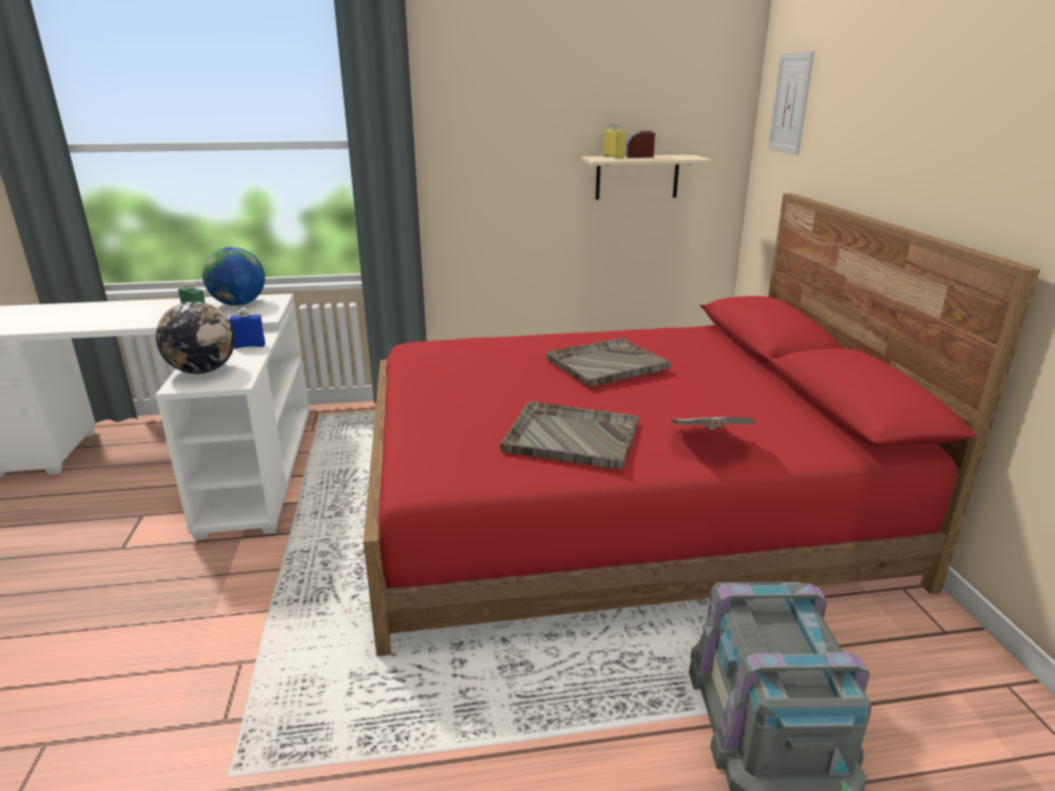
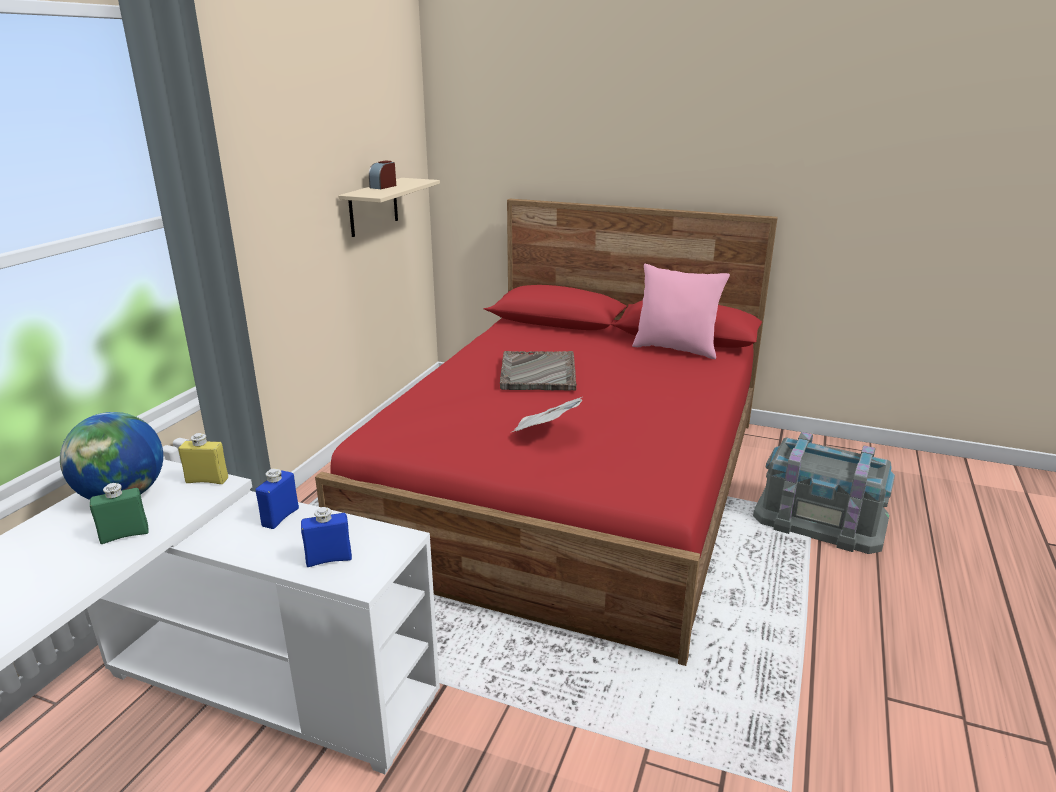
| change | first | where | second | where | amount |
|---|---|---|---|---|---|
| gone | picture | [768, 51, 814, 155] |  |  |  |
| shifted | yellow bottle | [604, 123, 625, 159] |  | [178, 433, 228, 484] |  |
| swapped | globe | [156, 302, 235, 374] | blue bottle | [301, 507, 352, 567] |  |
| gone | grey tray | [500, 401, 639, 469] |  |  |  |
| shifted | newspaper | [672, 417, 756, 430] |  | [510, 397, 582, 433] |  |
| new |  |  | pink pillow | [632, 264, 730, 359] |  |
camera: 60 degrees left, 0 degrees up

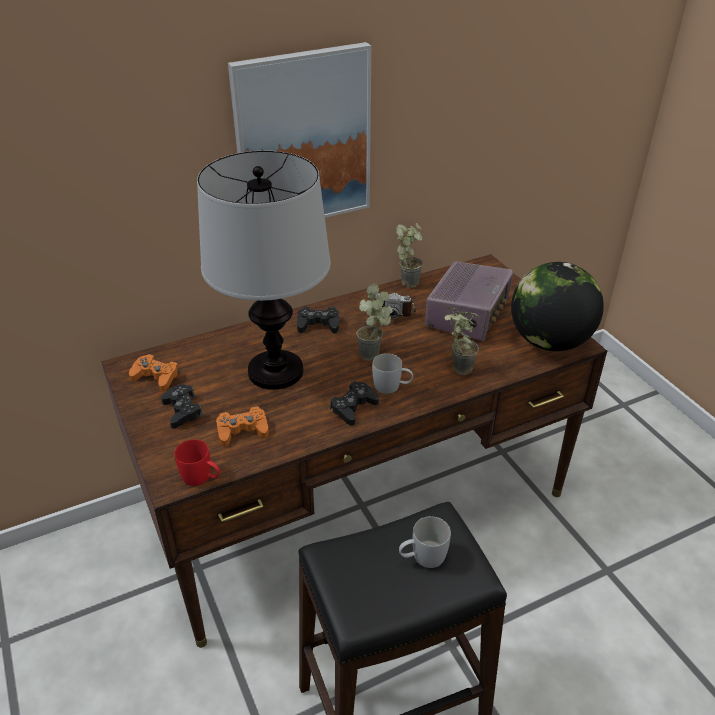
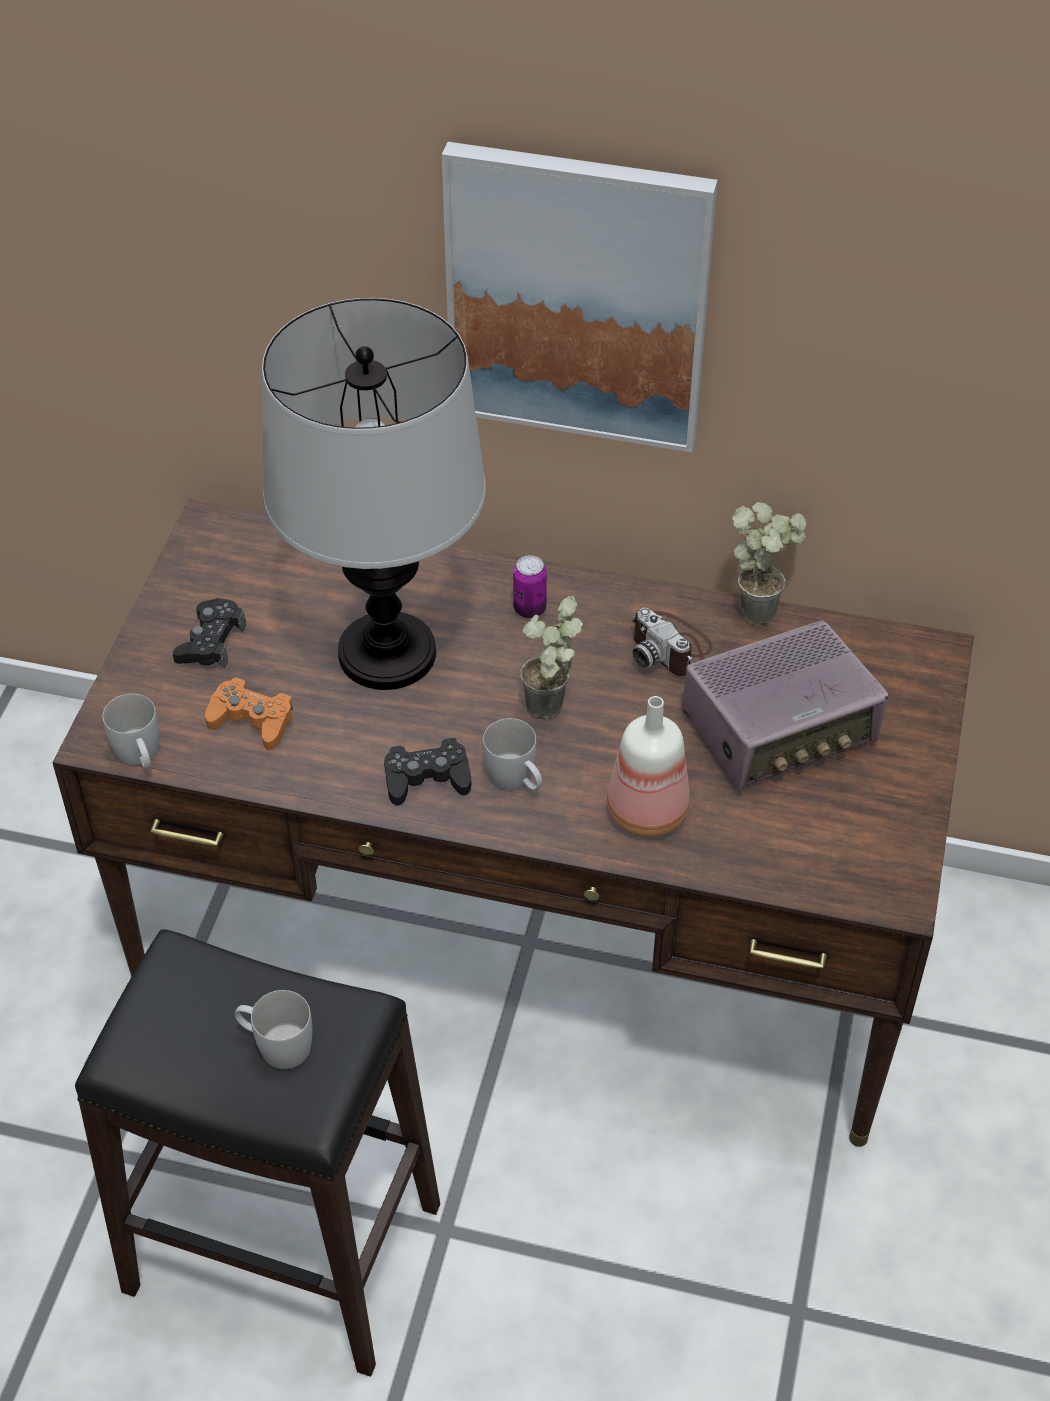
| change | first | where | second | where | amount |
|---|---|---|---|---|---|
| gone | globe | [511, 262, 604, 351] |  |  |  |
| swapped | black game controller | [297, 307, 339, 333] | can | [513, 555, 547, 618] |  |
| swapped | potted plant | [444, 307, 479, 375] | bottle | [607, 696, 690, 837] |  |
| gone | orange game controller | [129, 354, 179, 392] |  |  |  |
| repainted | red mug | [175, 439, 220, 486] | white mug | [102, 694, 159, 768] |  |
camera: 40 degrees right, 10 degrees up

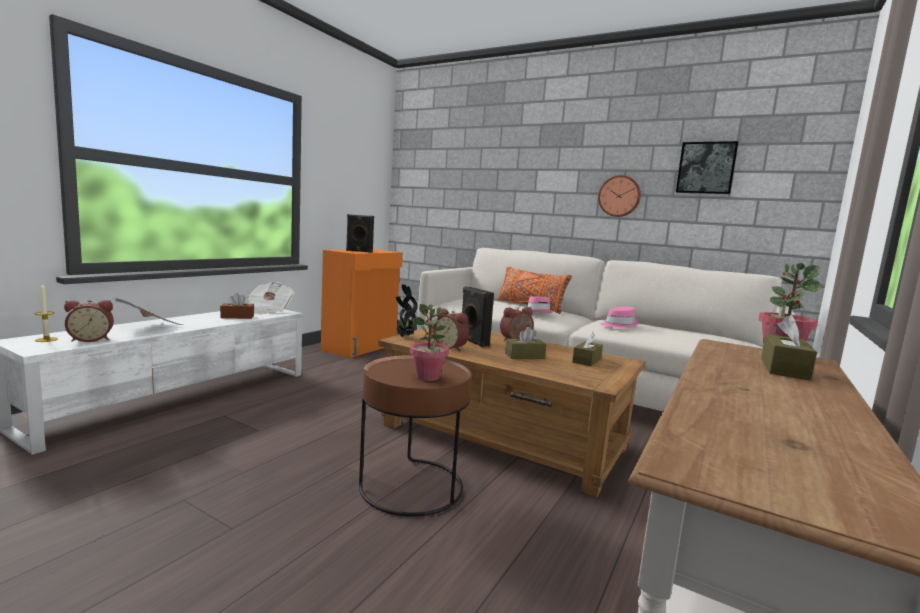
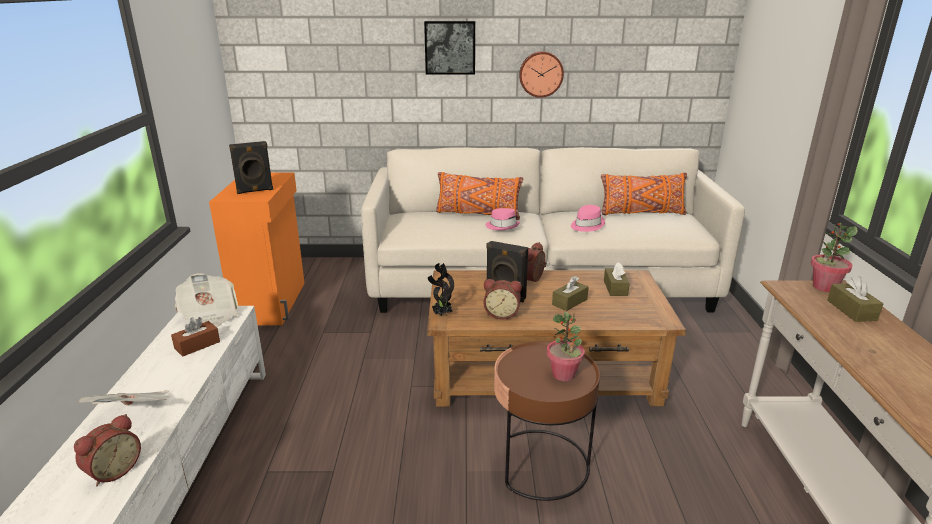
| change | first | where | second | where | amount |
|---|---|---|---|---|---|
| shifted | picture | [676, 141, 739, 194] |  | [424, 21, 475, 74] |  |
| gone | candle | [35, 283, 58, 342] |  |  |  |
| new |  |  | orange pillow | [601, 173, 687, 215] |  |
camera: 30 degrees left, 15 degrees up

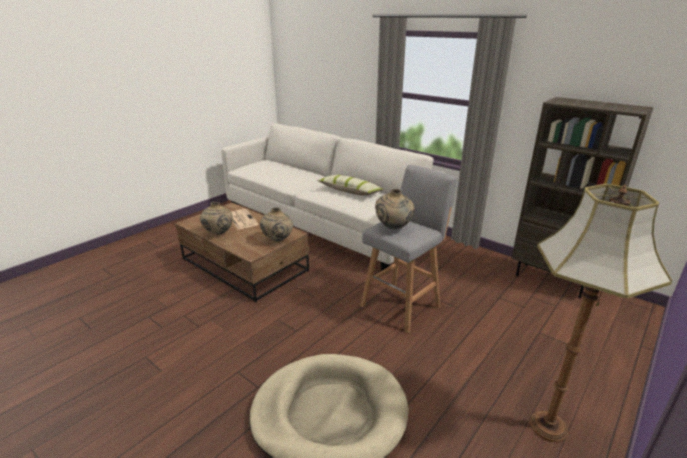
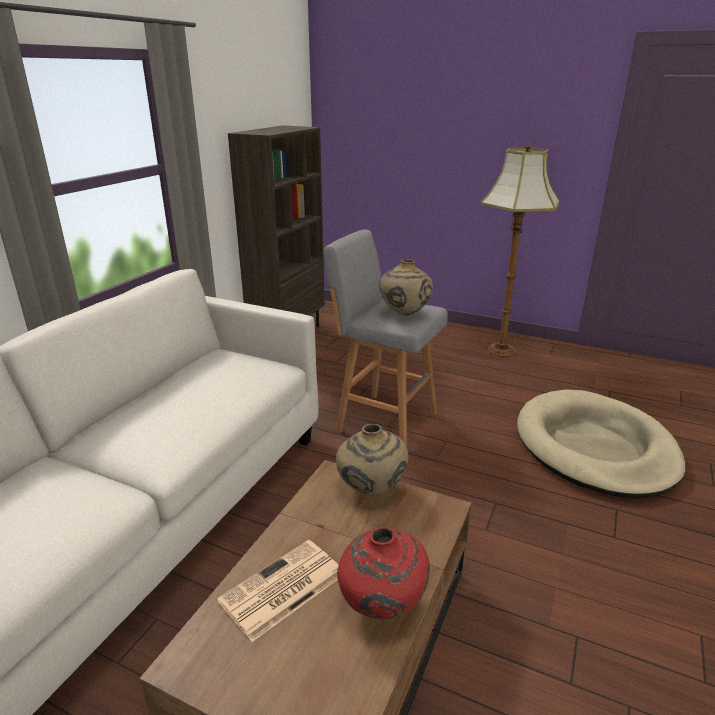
| change | first | where | second | where | amount |
|---|---|---|---|---|---|
| gone | pillow | [317, 175, 383, 196] |  |  |  |
| repainted | beige vase | [200, 202, 233, 235] | red vase | [337, 527, 430, 619] |  |
camera: 105 degrees left, 0 degrees up

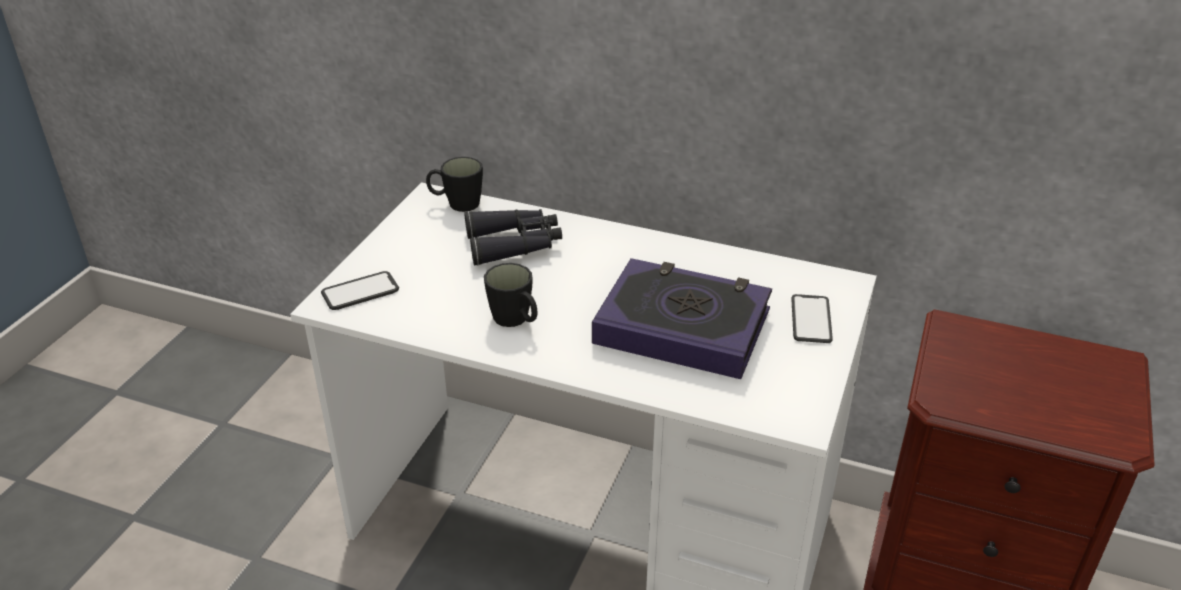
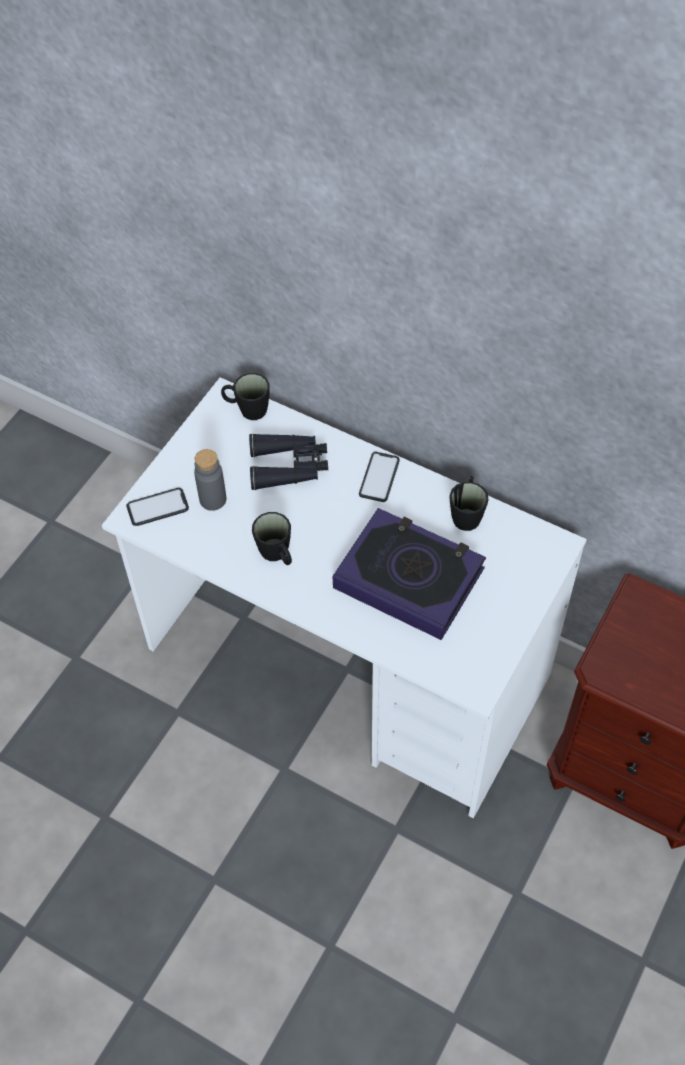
| change | first | where | second | where | amount |
|---|---|---|---|---|---|
| shifted | phone | [792, 294, 833, 343] |  | [359, 452, 400, 502] |  |
| new |  |  | grey bottle | [194, 449, 226, 511] |  |
| new |  |  | black mug | [450, 476, 489, 531] |  |
camera: 10 degrees right, 20 degrees up

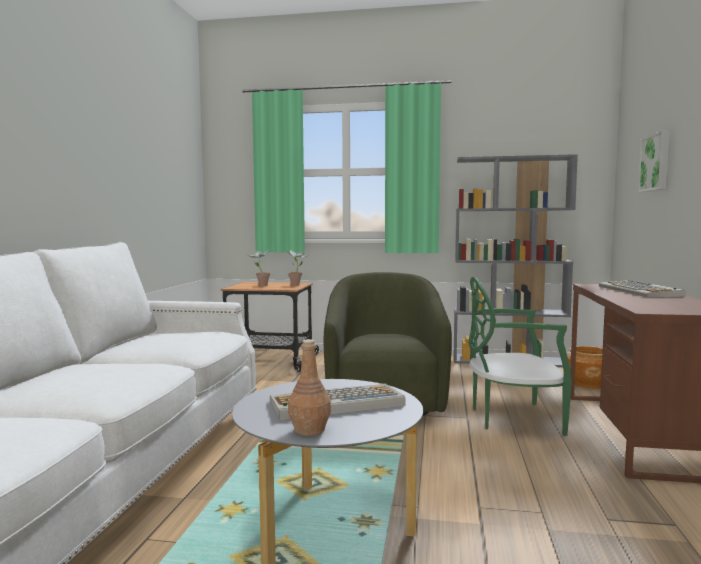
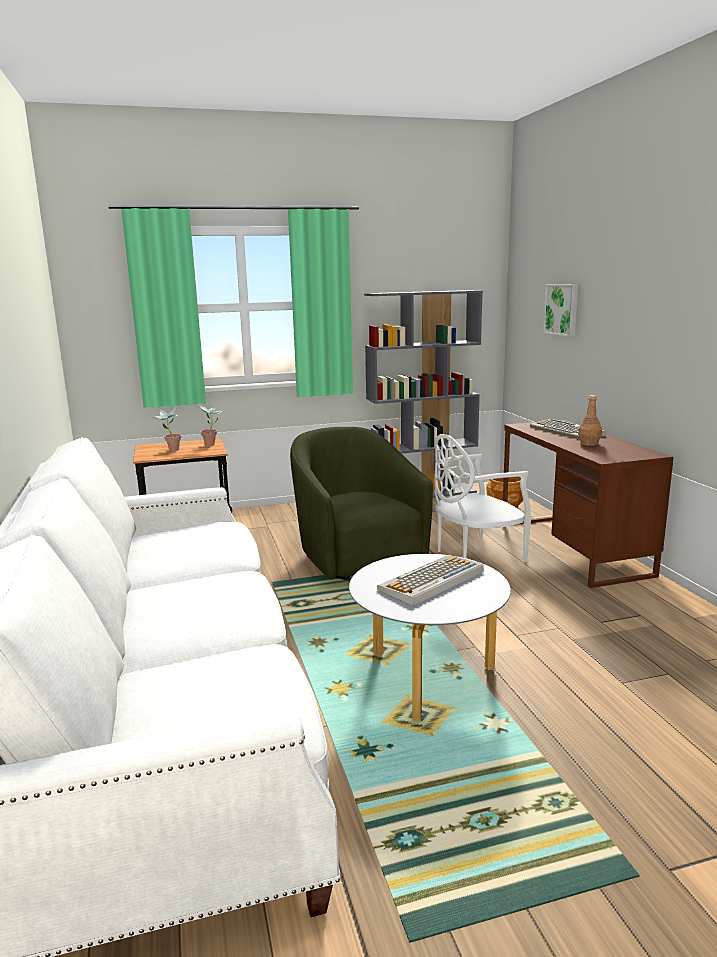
| change | first | where | second | where | amount |
|---|---|---|---|---|---|
| repainted | green chair | [469, 277, 572, 436] | white chair | [434, 434, 531, 562] |  |
| shifted | brown bottle | [288, 339, 331, 436] |  | [578, 395, 602, 446] |  |
camera: 25 degrees left, 10 degrees up

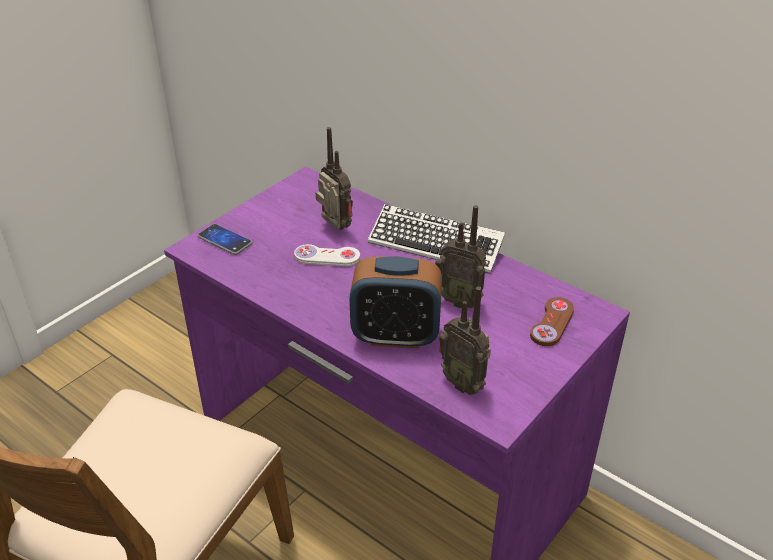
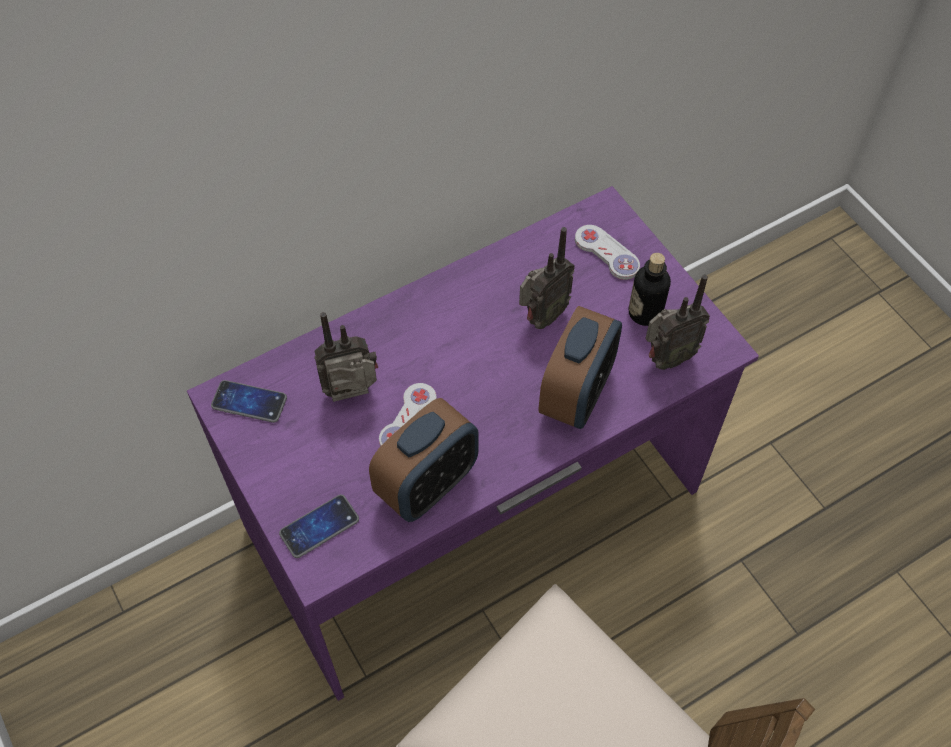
| change | first | where | second | where | amount |
|---|---|---|---|---|---|
| gone | keyboard | [368, 204, 505, 274] |  |  |  |
| repainted | brown game controller | [530, 297, 574, 346] | white game controller | [575, 225, 640, 280] |  |
| new |  |  | bottle | [629, 253, 671, 326] |  |
| new |  |  | phone | [211, 380, 287, 423] |  |
| new |  |  | alarm clock | [369, 398, 479, 522] |  |
camera: 70 degrees left, 20 degrees up

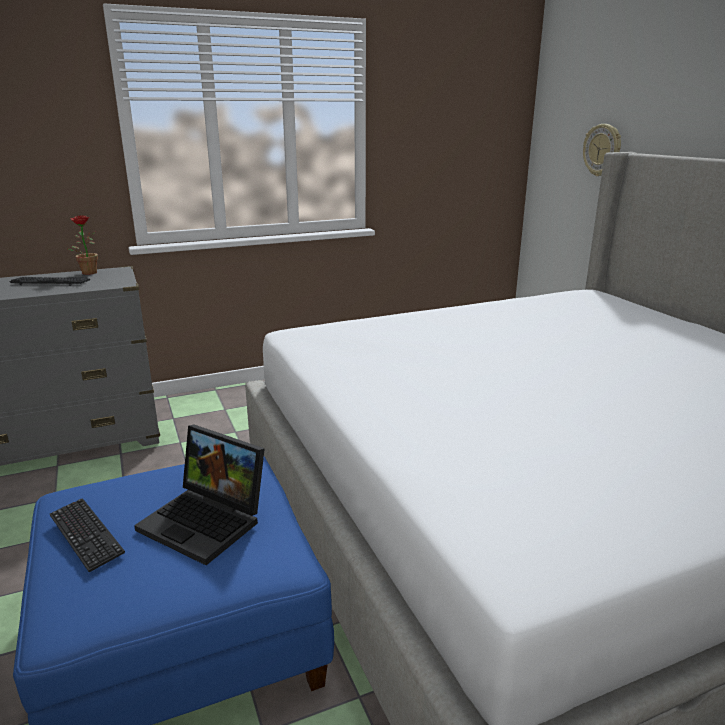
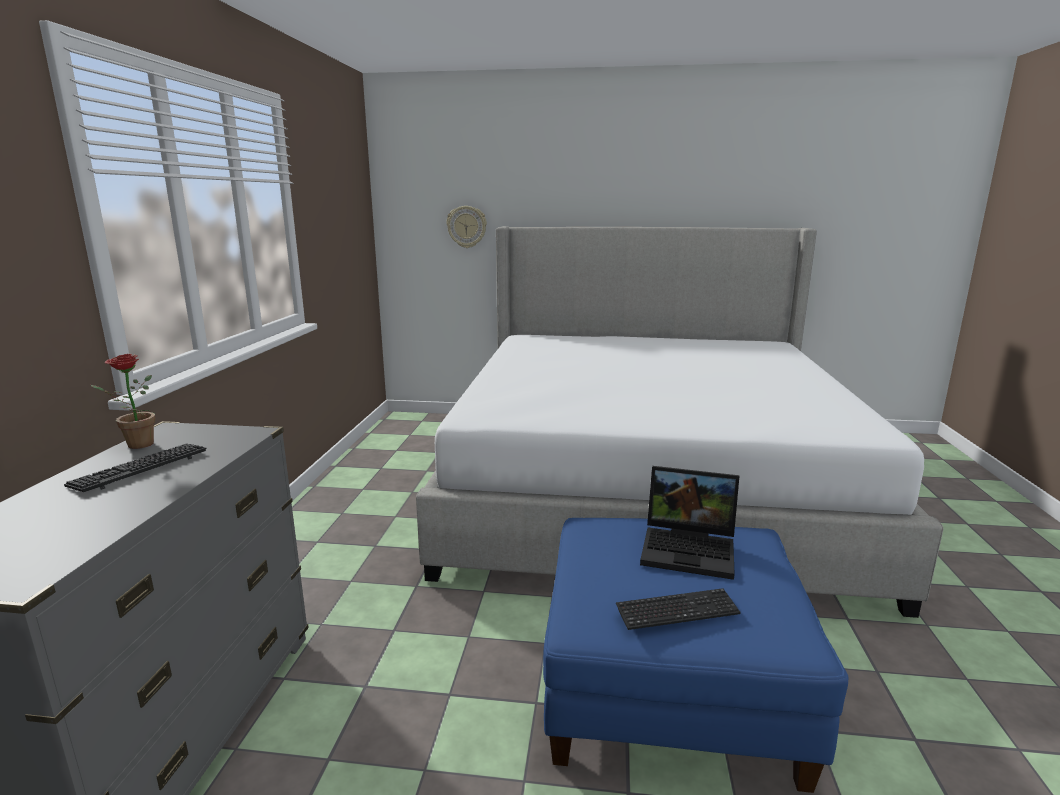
| change | first | where | second | where | amount |
|---|---|---|---|---|---|
| rotated | laptop | [134, 424, 265, 565] |  | [640, 466, 739, 580] | 45 degrees clockwise |
camera: 60 degrees left, 5 degrees down

